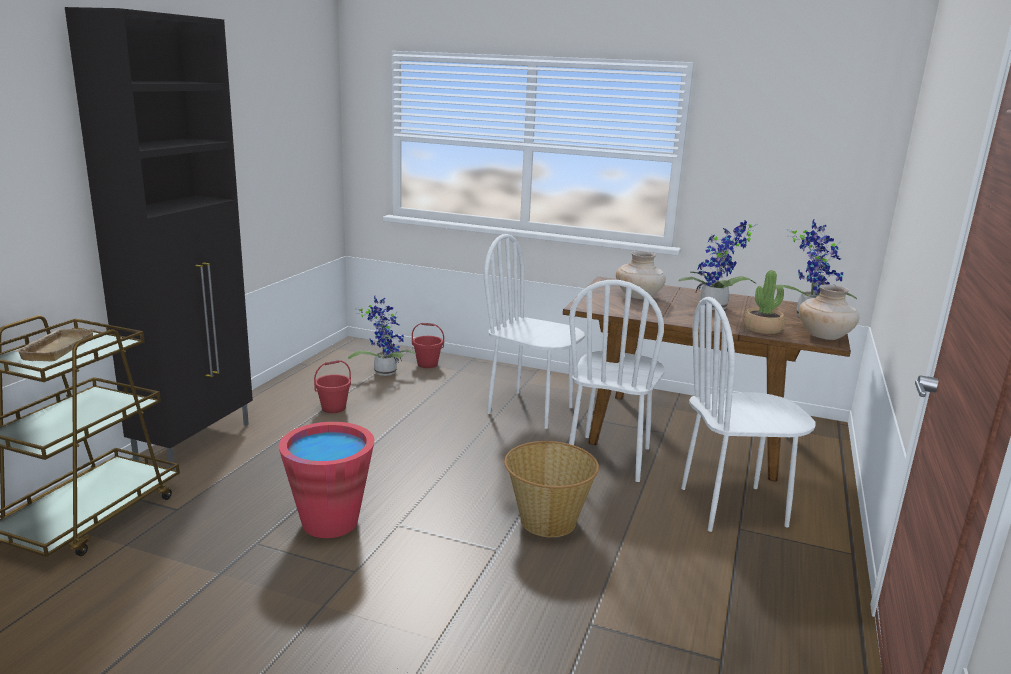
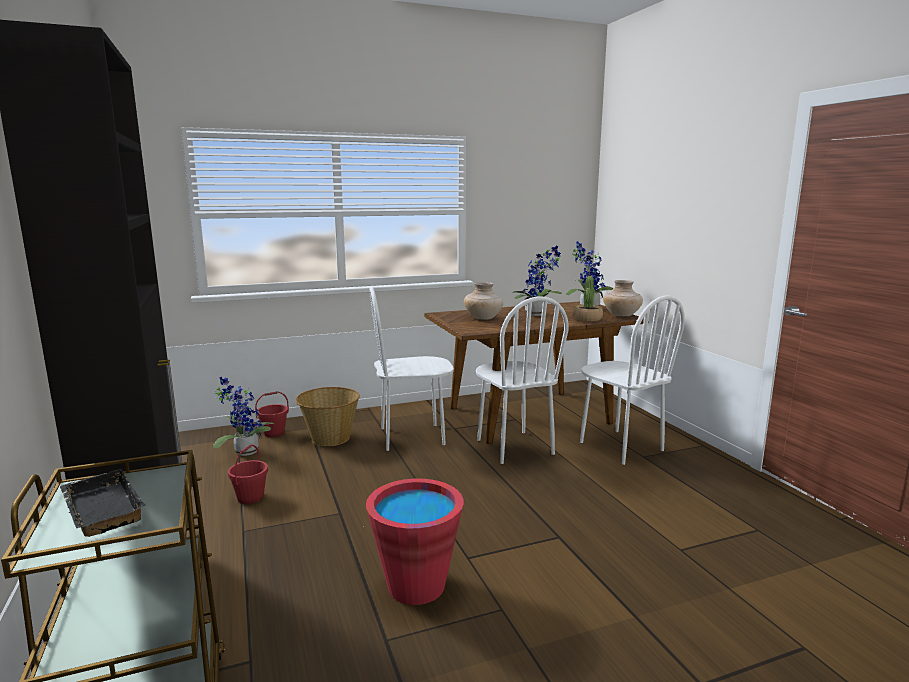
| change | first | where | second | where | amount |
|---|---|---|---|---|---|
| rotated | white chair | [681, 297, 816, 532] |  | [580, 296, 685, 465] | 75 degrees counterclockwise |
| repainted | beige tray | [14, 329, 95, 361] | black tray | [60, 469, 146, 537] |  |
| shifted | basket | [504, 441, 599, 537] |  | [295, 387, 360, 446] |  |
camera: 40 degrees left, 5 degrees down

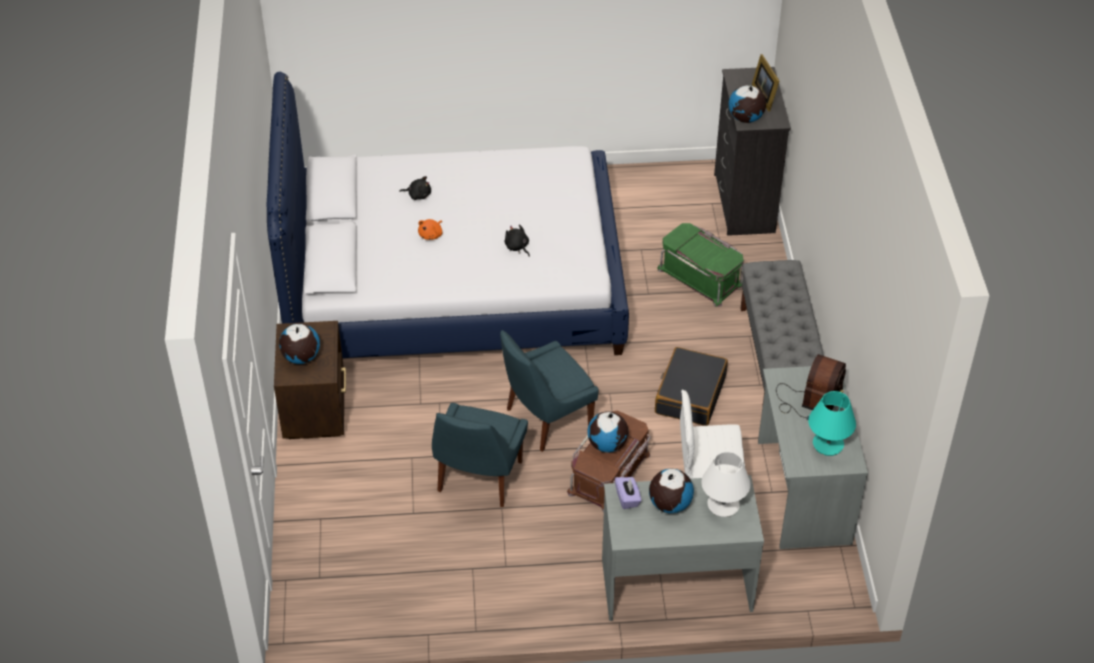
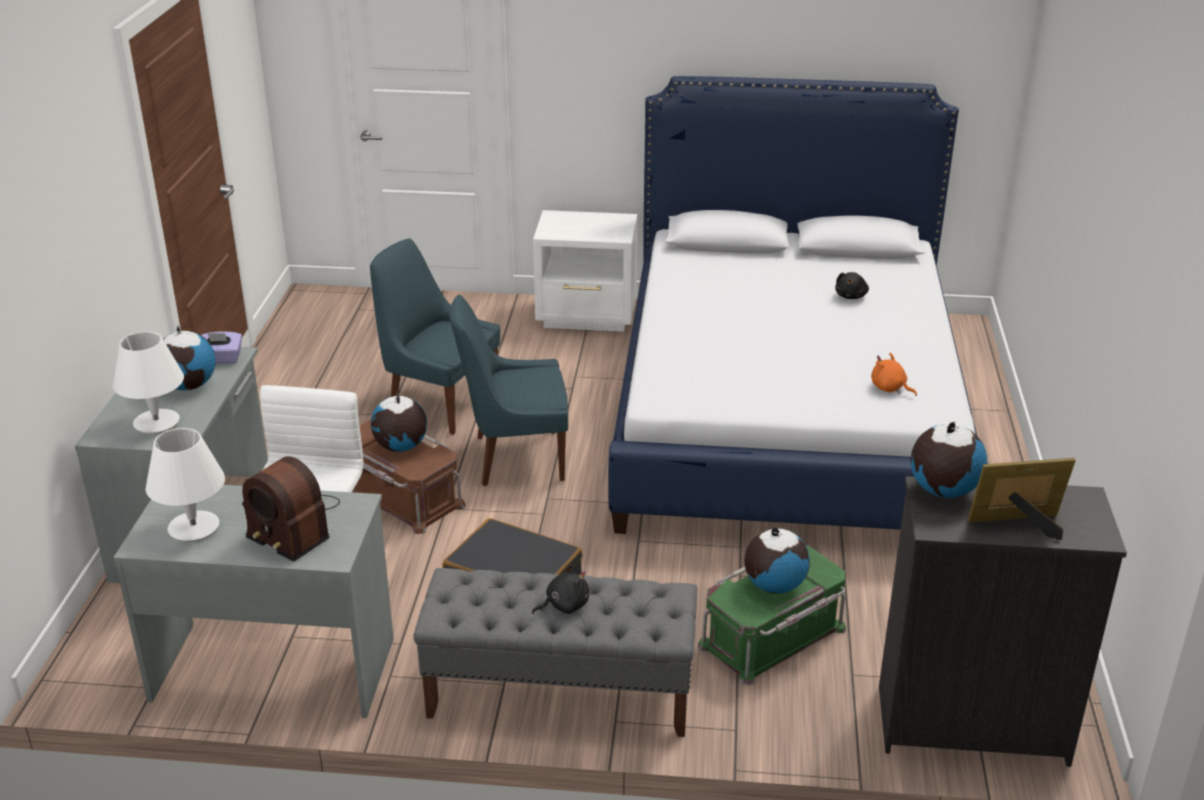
| change | first | where | second | where | amount |
|---|---|---|---|---|---|
| shifted | orange plush toy | [418, 219, 443, 240] |  | [871, 353, 917, 396] |  |
| shifted | black plush toy | [504, 224, 530, 257] |  | [532, 564, 589, 614] |  |
| repainted | brown nightstand | [274, 321, 346, 439] | white nightstand | [533, 210, 637, 332] |  |
| shifted | globe | [279, 323, 320, 364] |  | [744, 527, 810, 594] |  |
| rotated | blue chair | [500, 330, 599, 452] |  | [449, 295, 568, 486] | 75 degrees counterclockwise |
| repainted | turquoise table lamp | [808, 391, 856, 456] | white table lamp | [145, 428, 225, 543] |  |
camera: 100 degrees right, 15 degrees down

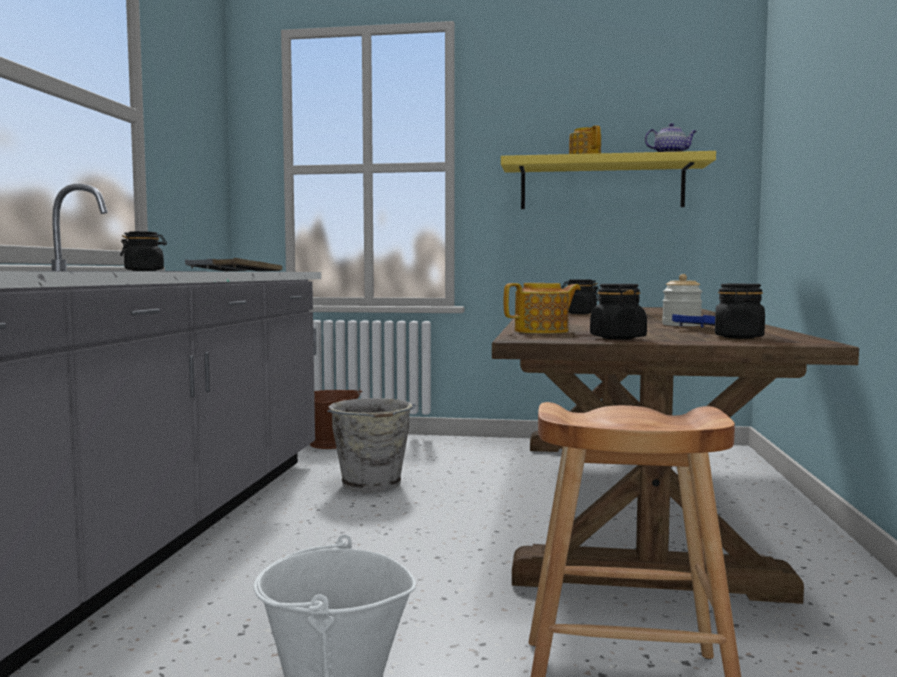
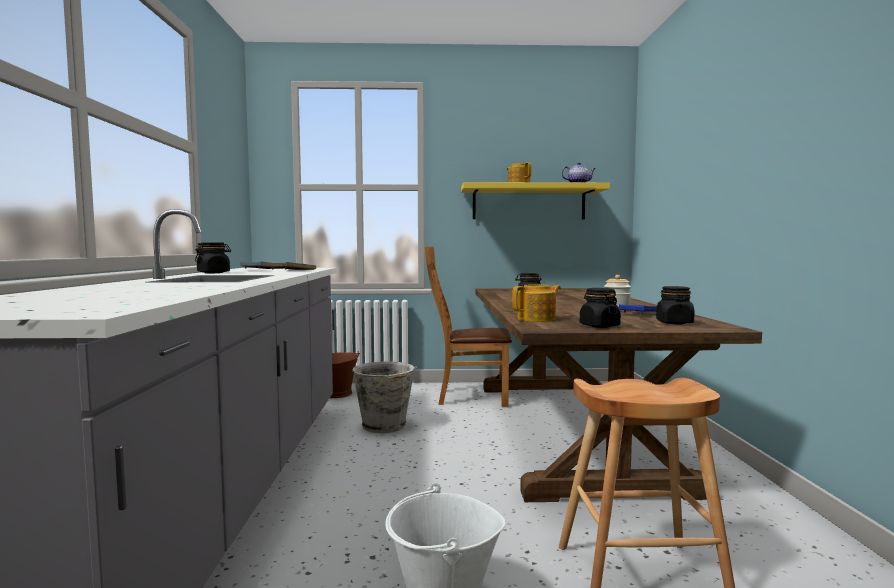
| change | first | where | second | where | amount |
|---|---|---|---|---|---|
| new |  |  | brown chair | [425, 247, 512, 407] |  |
camera: 10 degrees left, 0 degrees up

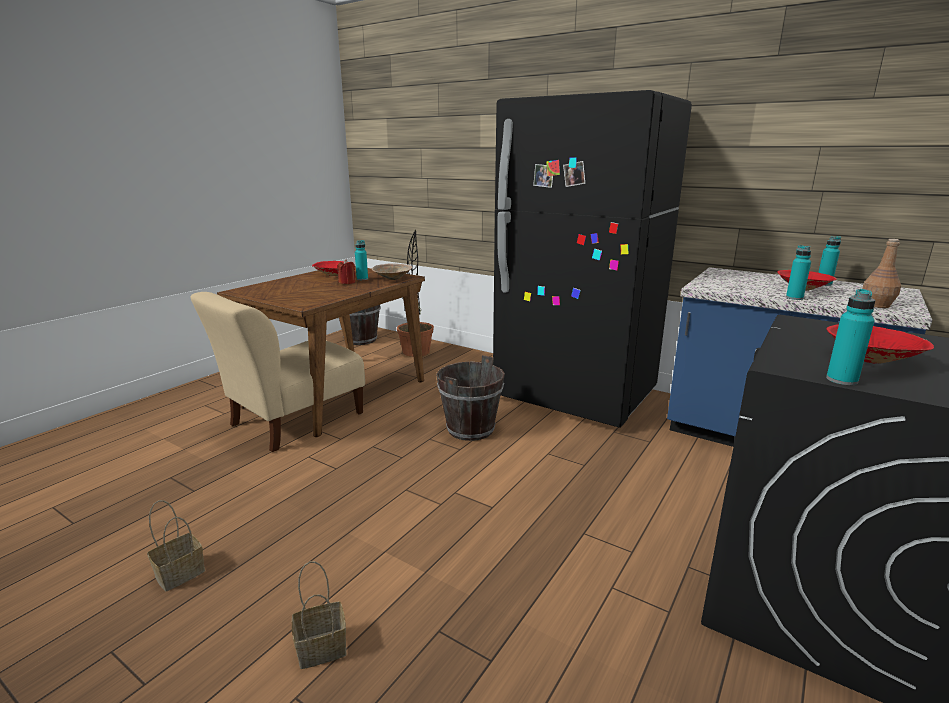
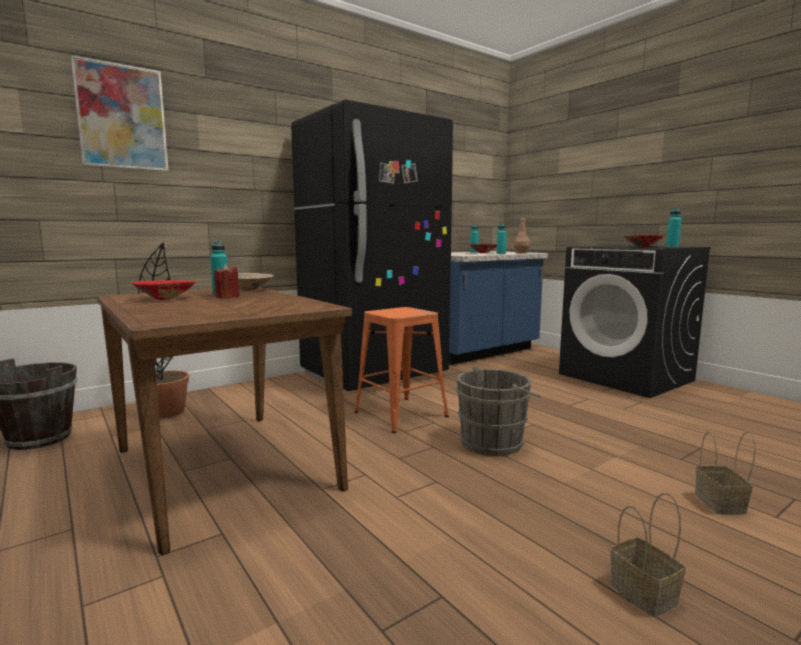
| change | first | where | second | where | amount |
|---|---|---|---|---|---|
| gone | beige chair | [191, 292, 365, 452] |  |  |  |
| swapped | brown bucket | [436, 355, 505, 441] | orange stool | [354, 307, 449, 433] |  |
| new |  |  | picture | [71, 55, 169, 171] |  |
| new |  |  | grey bucket | [456, 366, 541, 456] |  |
camera: 70 degrees left, 10 degrees down

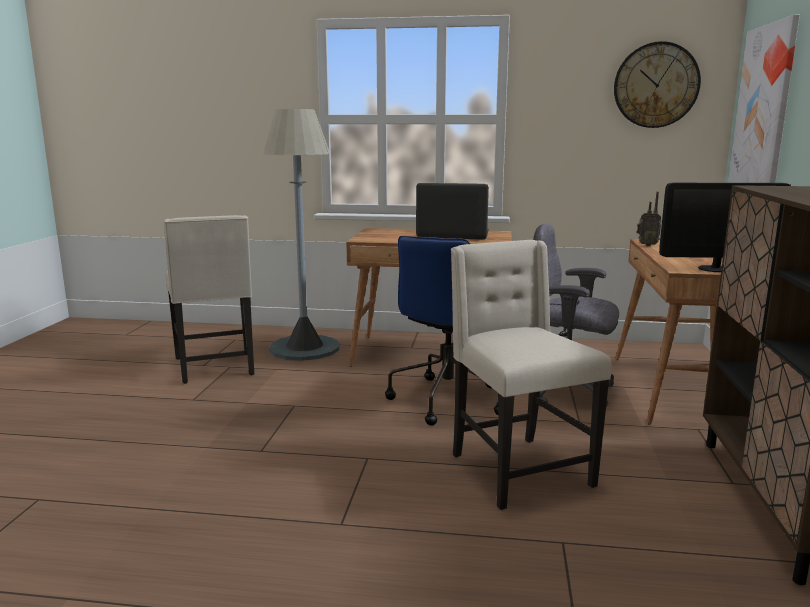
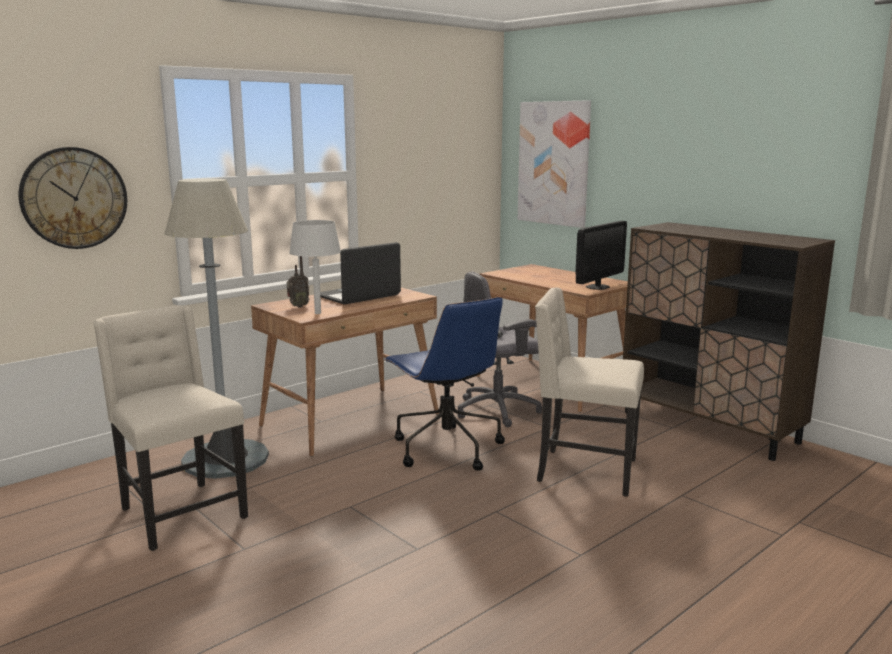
| change | first | where | second | where | amount |
|---|---|---|---|---|---|
| shifted | wall clock | [614, 41, 701, 128] |  | [19, 147, 127, 249] |  |
| shifted | radio | [637, 192, 661, 246] |  | [287, 256, 310, 308] |  |
| rotated | beige chair | [163, 215, 254, 384] |  | [93, 305, 248, 551] | 150 degrees counterclockwise |
| new |  |  | grey table lamp | [289, 220, 341, 314] |  |
camera: 50 degrees left, 0 degrees up

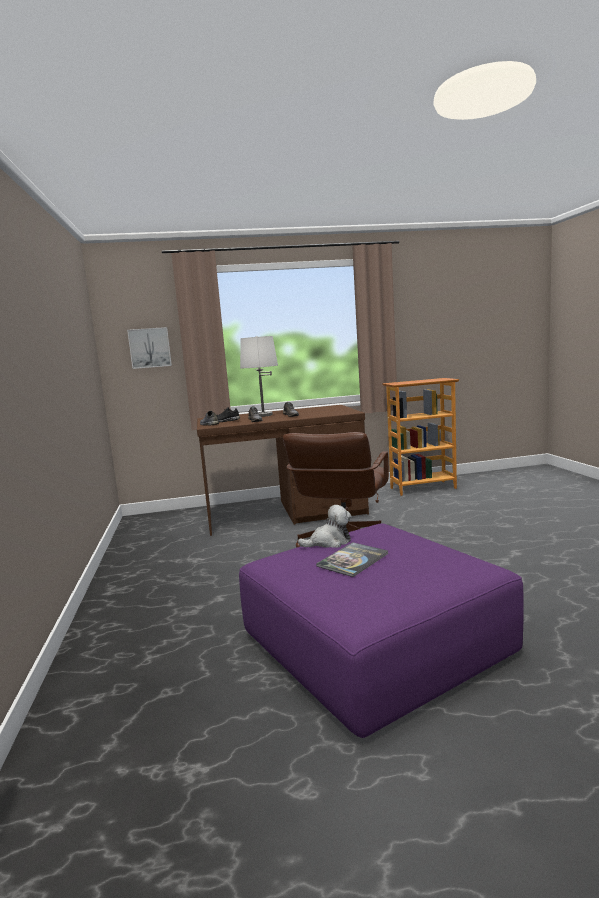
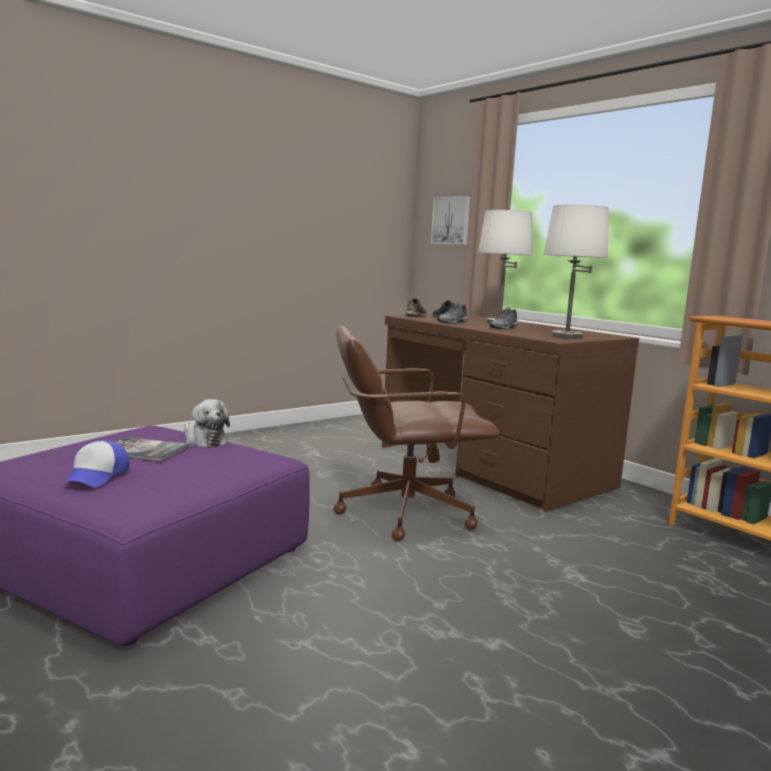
| change | first | where | second | where | amount |
|---|---|---|---|---|---|
| new |  |  | white table lamp | [543, 205, 608, 339] |  |
| new |  |  | cap | [63, 440, 130, 487] |  |
camera: 60 degrees right, 0 degrees up

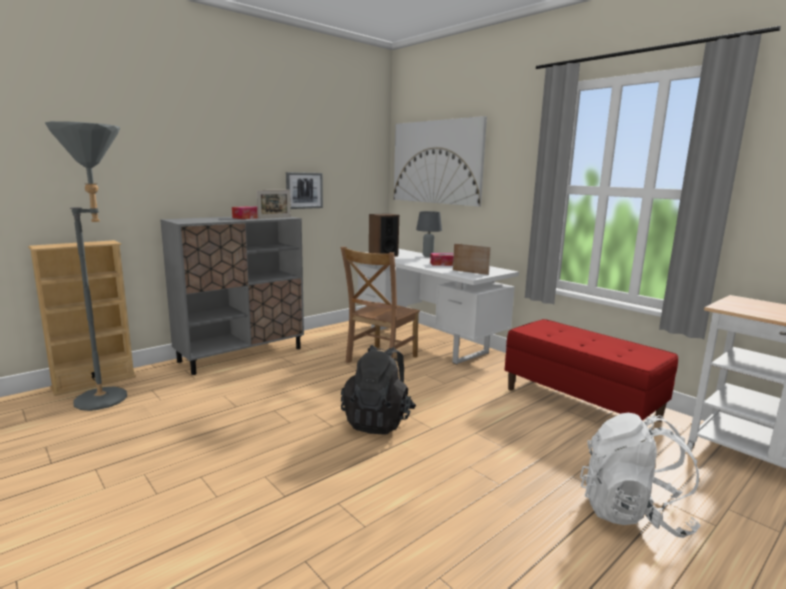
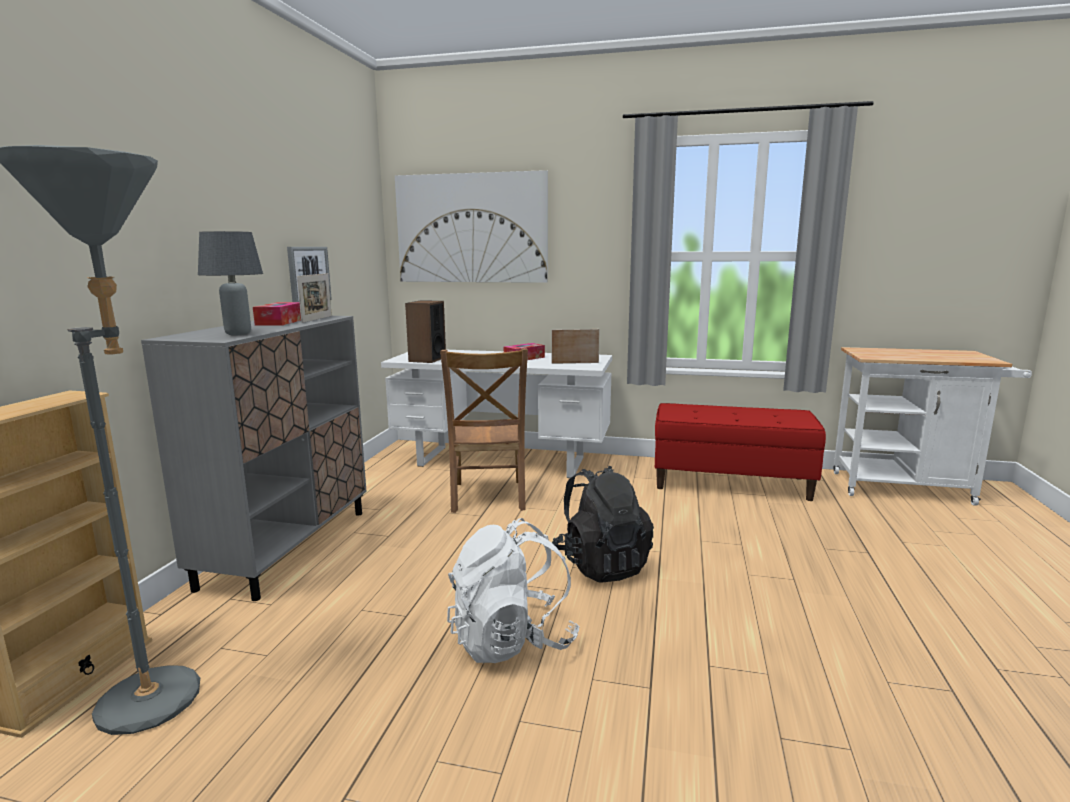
| change | first | where | second | where | amount |
|---|---|---|---|---|---|
| shifted | grey table lamp | [416, 211, 442, 257] |  | [198, 231, 263, 335] |  |
| shifted | white backpack | [580, 413, 701, 538] |  | [447, 518, 580, 663] |  |
camera: 35 degrees left, 0 degrees up

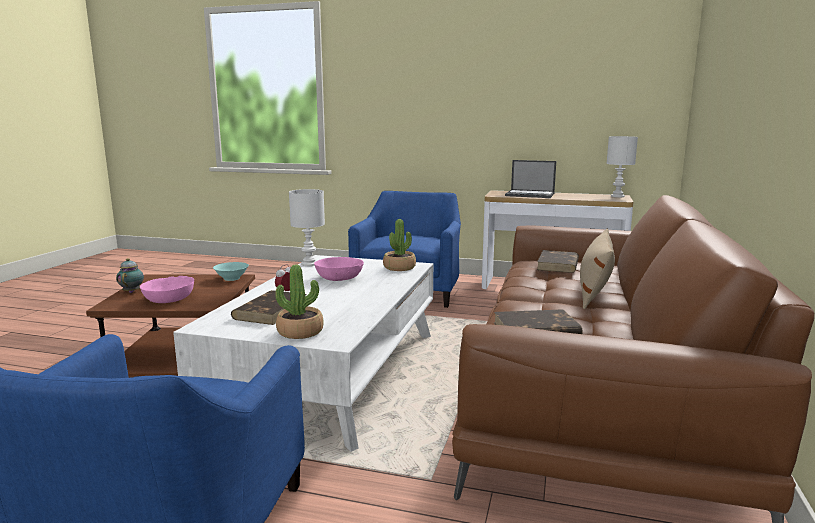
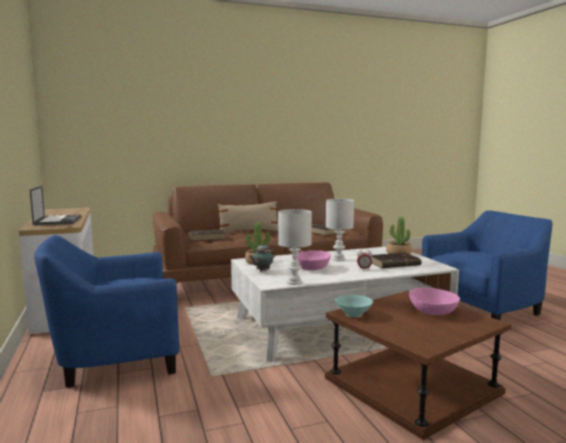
| change | first | where | second | where | amount |
|---|---|---|---|---|---|
| shifted | white table lamp | [606, 136, 638, 197] |  | [326, 199, 354, 261] |  |
| shifted | teapot | [116, 258, 144, 293] |  | [249, 243, 276, 272] |  |
camera: 125 degrees left, 5 degrees down

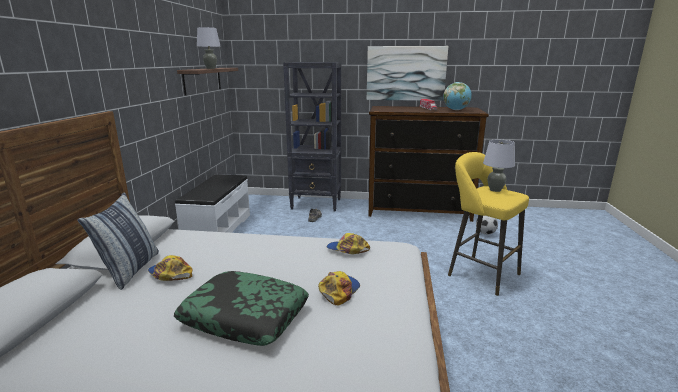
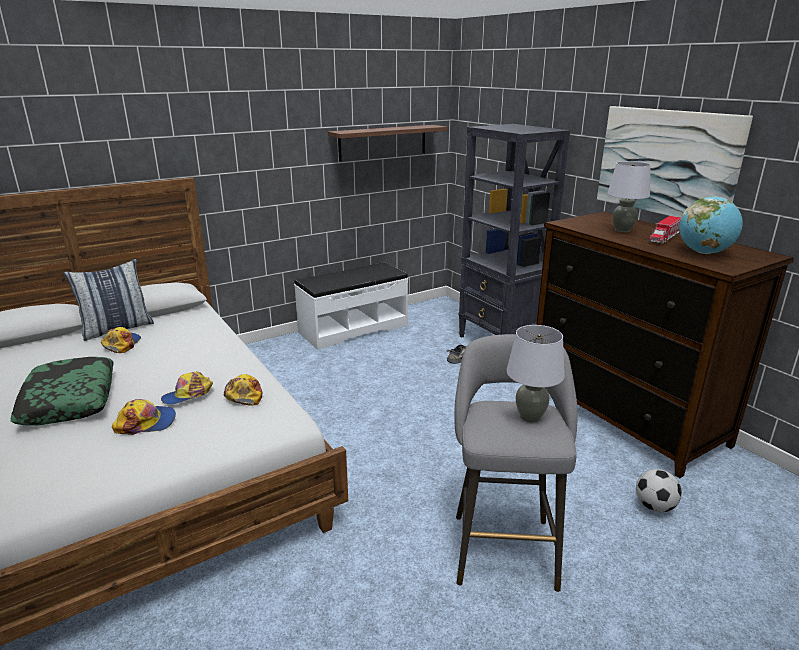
| change | first | where | second | where | amount |
|---|---|---|---|---|---|
| shifted | grey table lamp | [197, 27, 221, 69] |  | [607, 161, 651, 233] |  |
| repainted | yellow stool | [448, 152, 529, 296] | grey stool | [454, 334, 578, 592] |  |
| new |  |  | cap | [161, 371, 213, 405] |  |
camera: 50 degrees right, 5 degrees up

